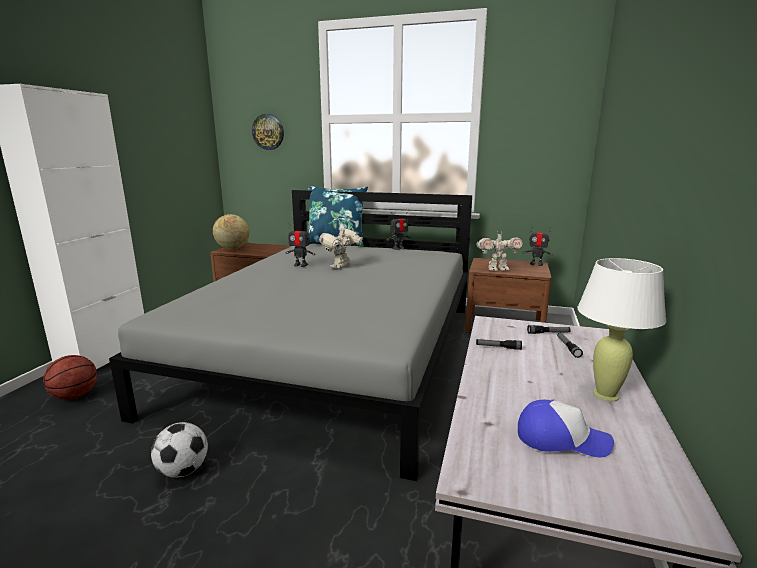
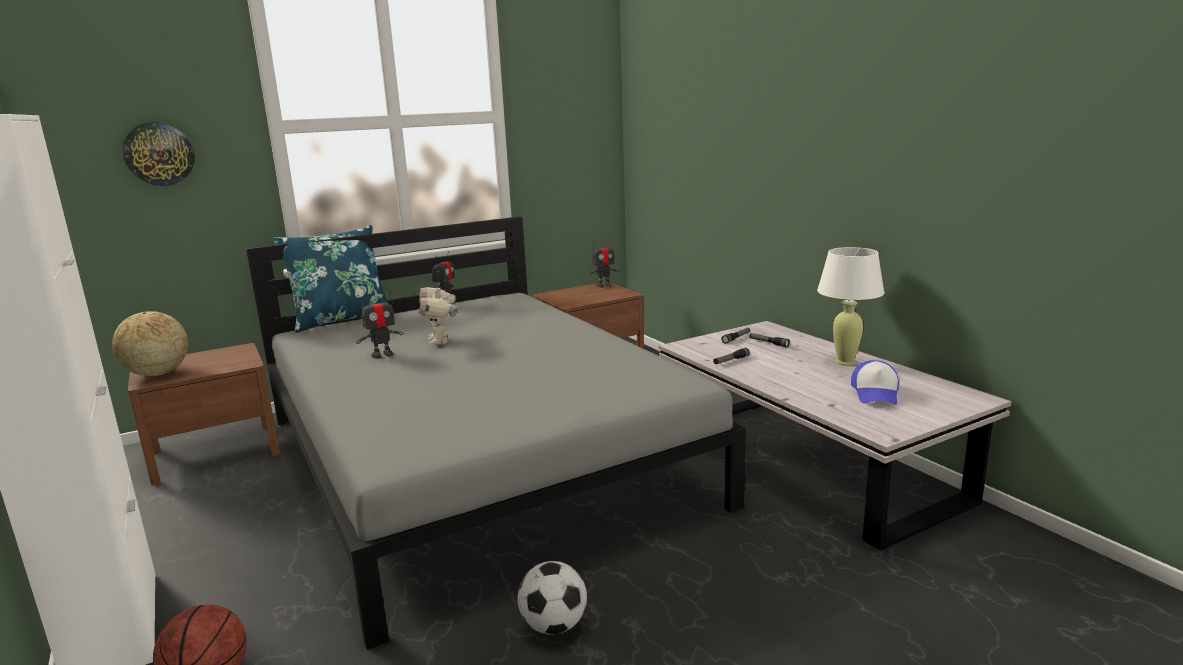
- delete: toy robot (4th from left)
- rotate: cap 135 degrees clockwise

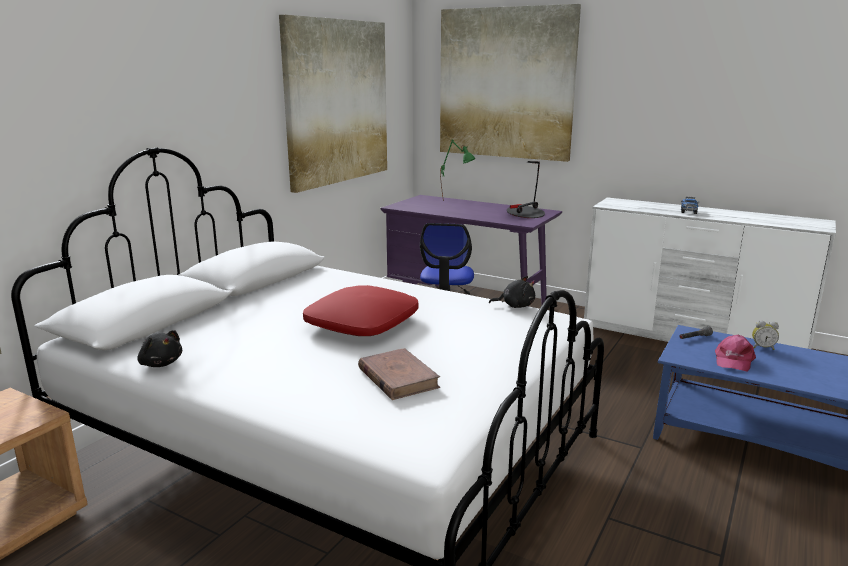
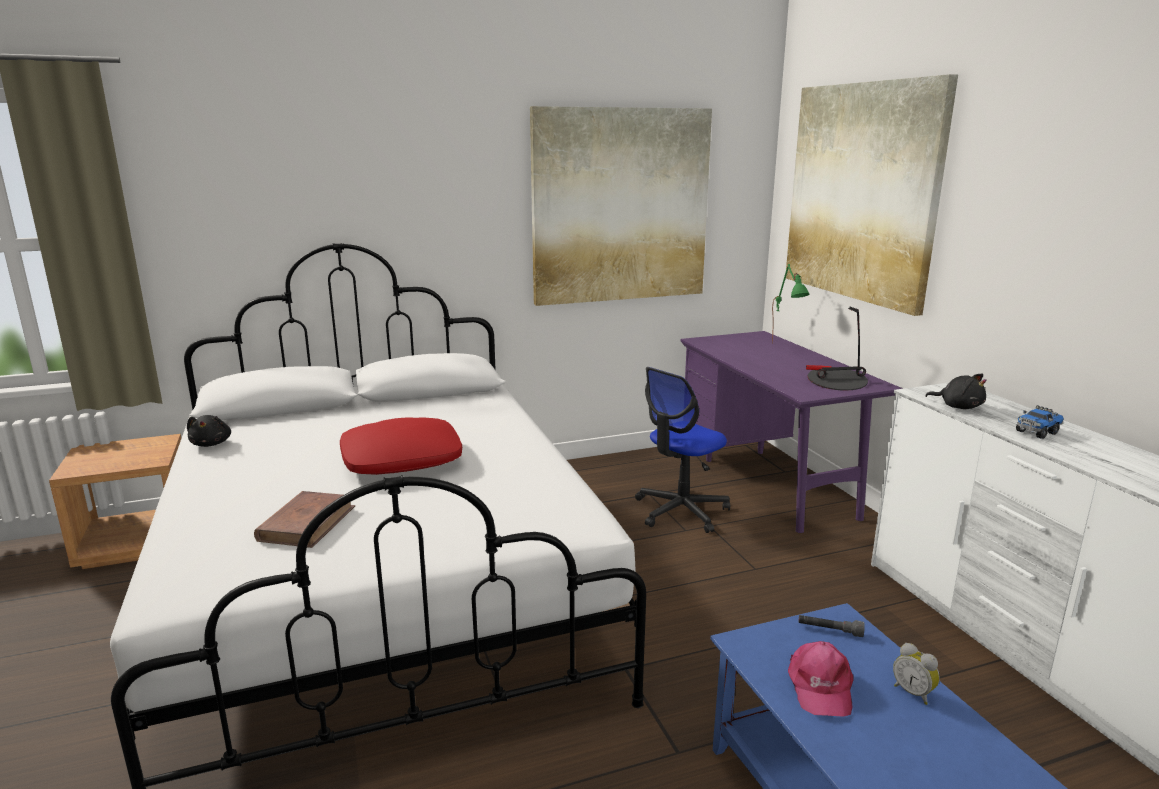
- move: plush toy (black) (2nd from left)
- rotate: cap (pink) 60 degrees counterclockwise

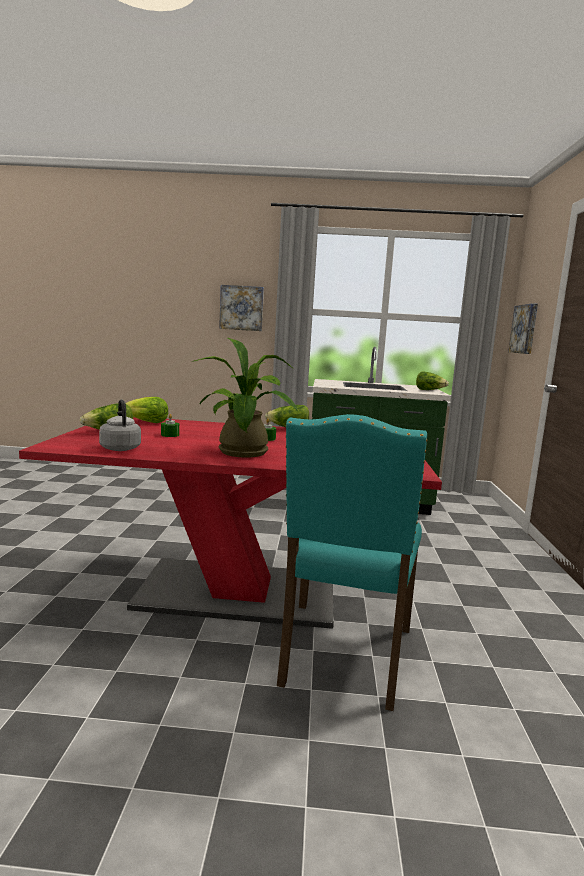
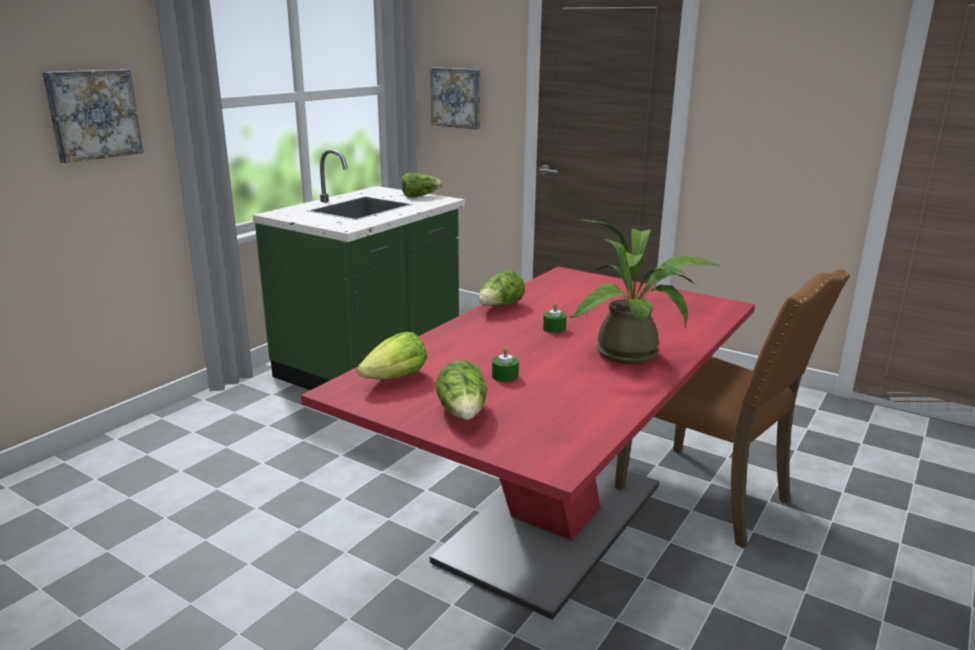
- delete: kettle (grey)
- recolor: chair (turquoise) to chair (brown)

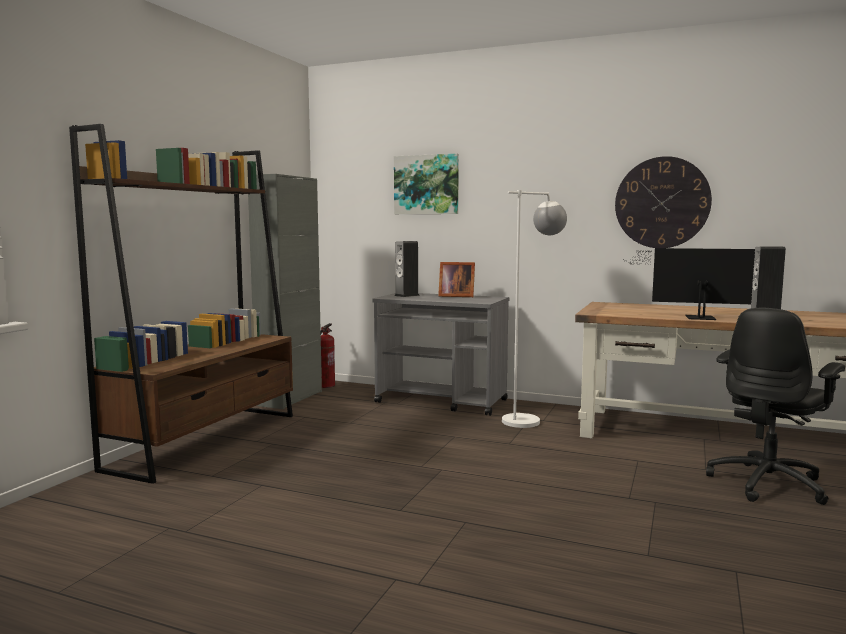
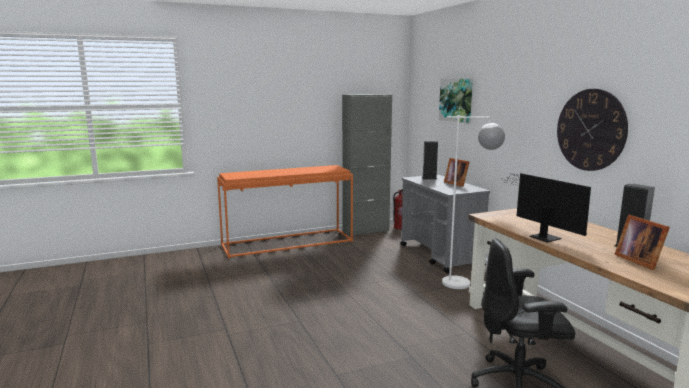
- replace: bookcase (brown) to console table (orange)
- insert: picture frame (2nd from left)

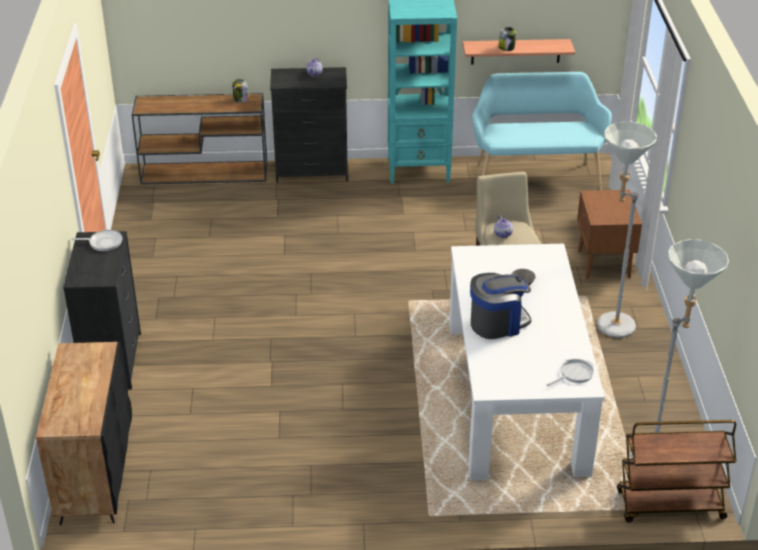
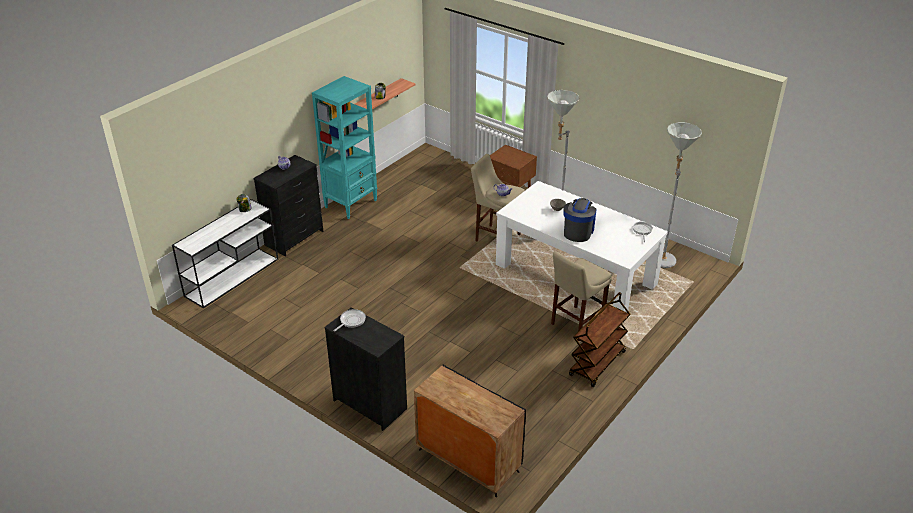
- delete: bench (turquoise)
- recolor: console table (brown) to console table (white)
- move: cart (brown)
- insert: stool (beige) (2nd from left)

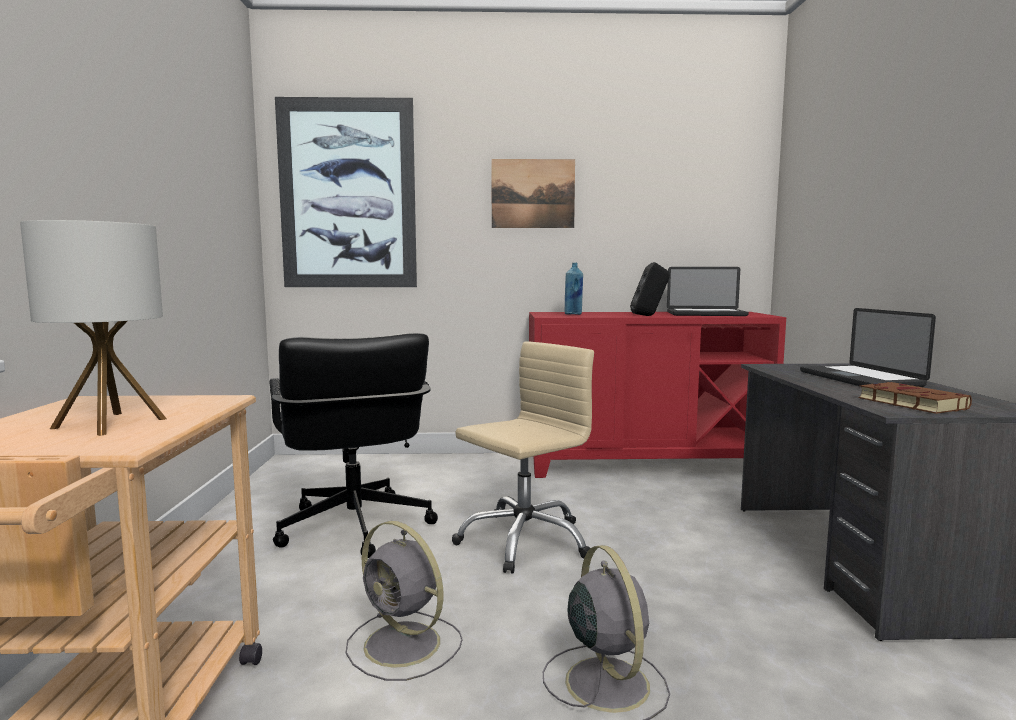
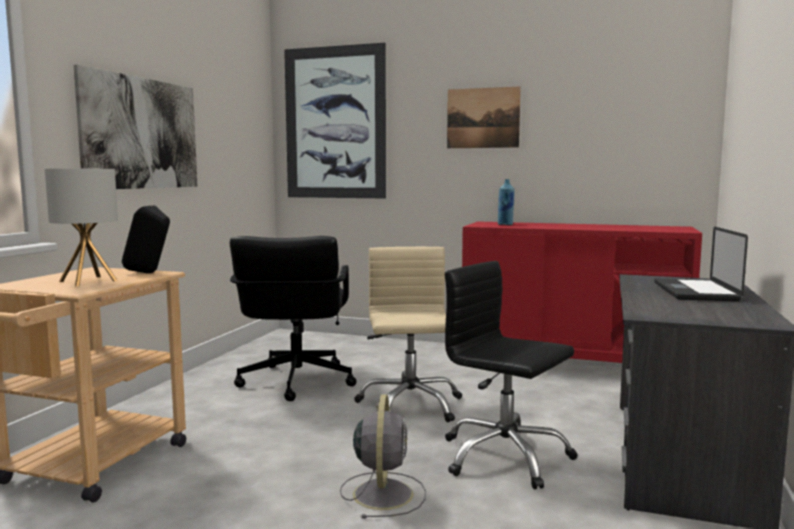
- move: speaker (black)
- delete: laptop (1st from left)
- rotate: office chair (beige) 75 degrees counterclockwise
- delete: book (brown)
- delete: fan (grey) (1st from left)
- insert: picture (1st from left)
- insert: office chair (black) (2nd from left)

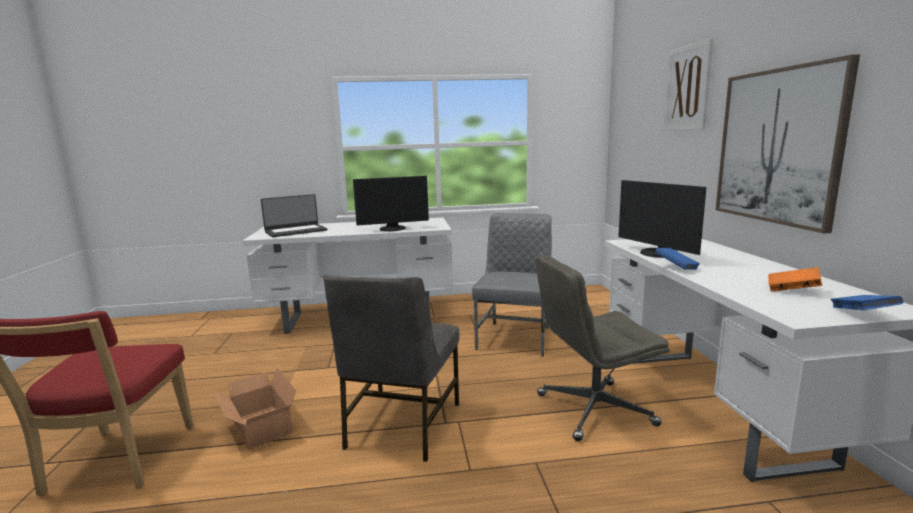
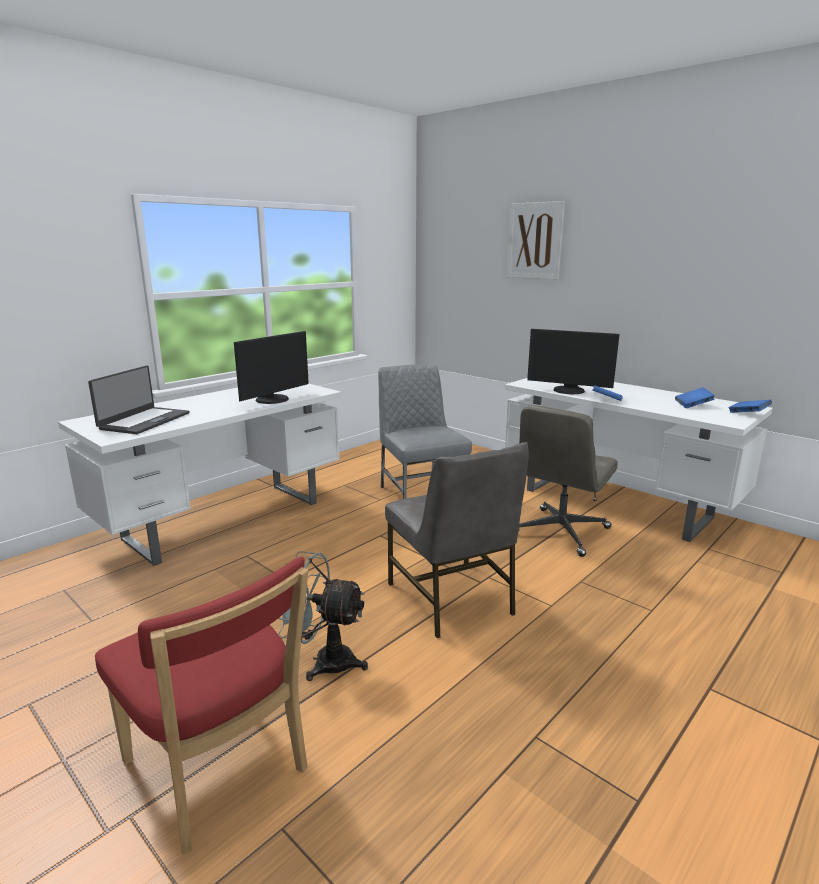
- delete: picture (2nd from left)
- recolor: book (orange) to book (blue) (2nd from left)
- replace: cardboard box to fan (grey)

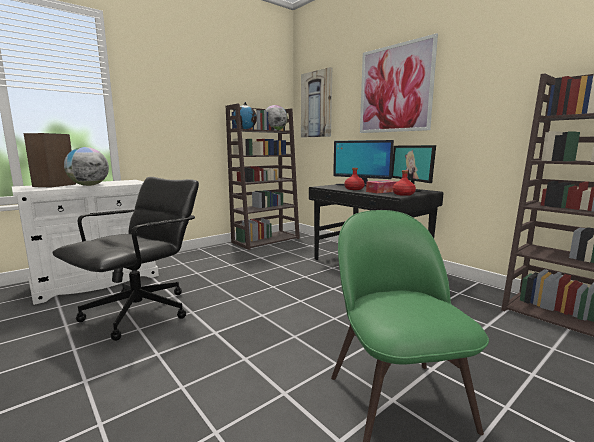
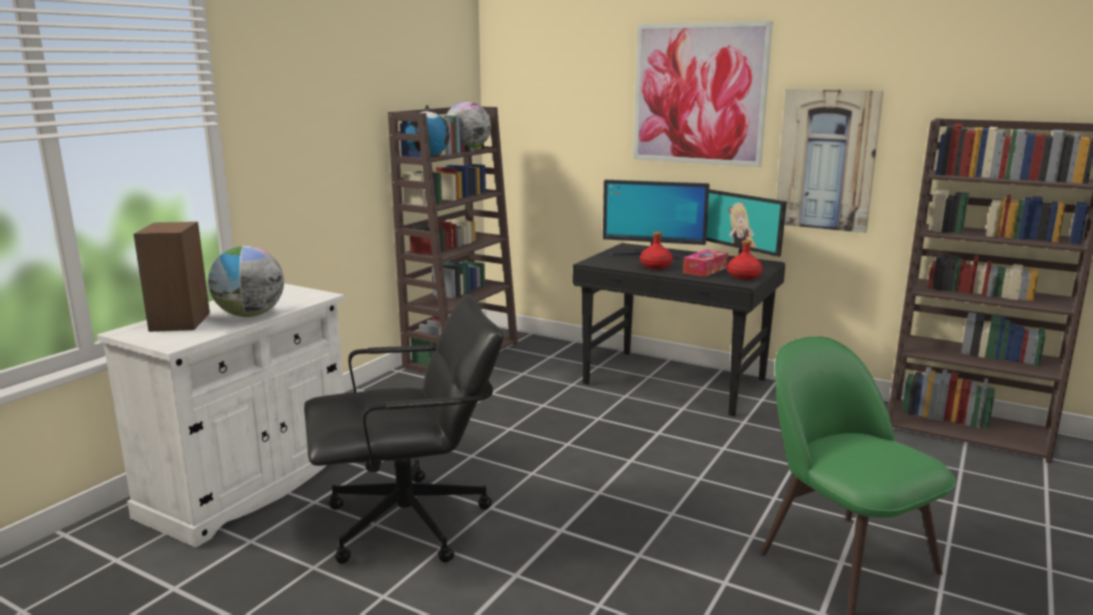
- move: picture (1st from left in the first image) to picture (2nd from left)
- rotate: office chair (black) 60 degrees clockwise

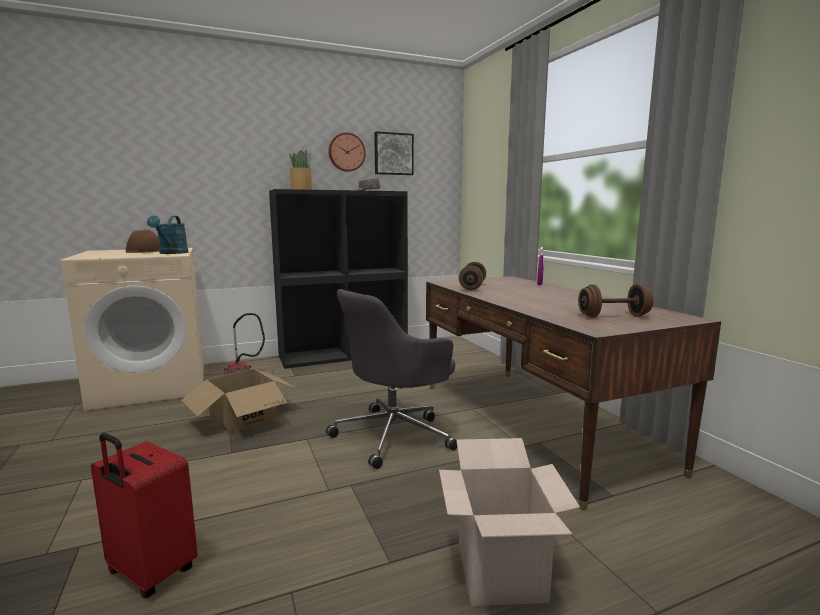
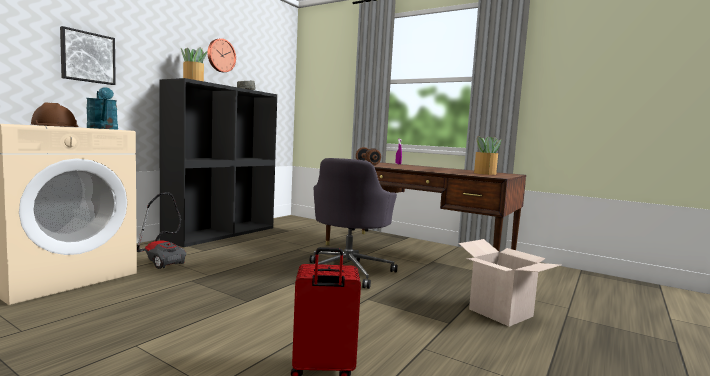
- move: picture
- replace: dumbbell (brown) (2nd from left) to potted plant (2nd from left)
- delete: cardboard box (1st from left)

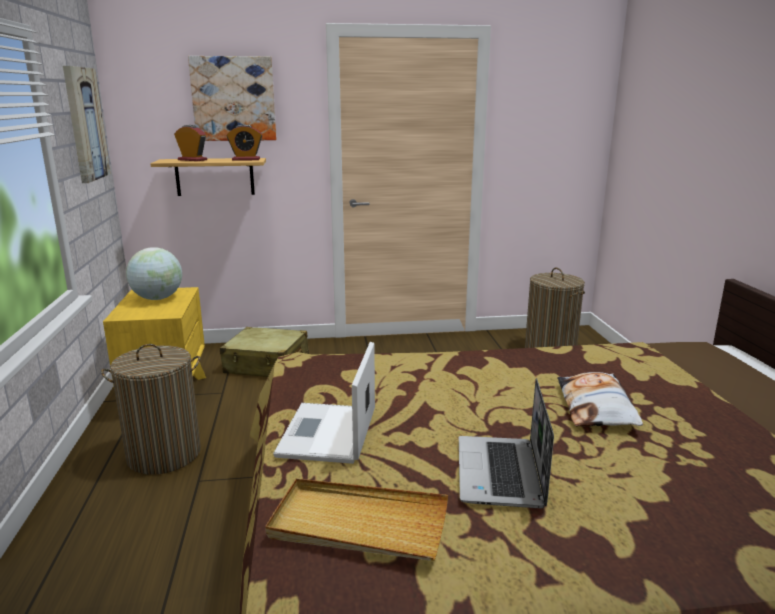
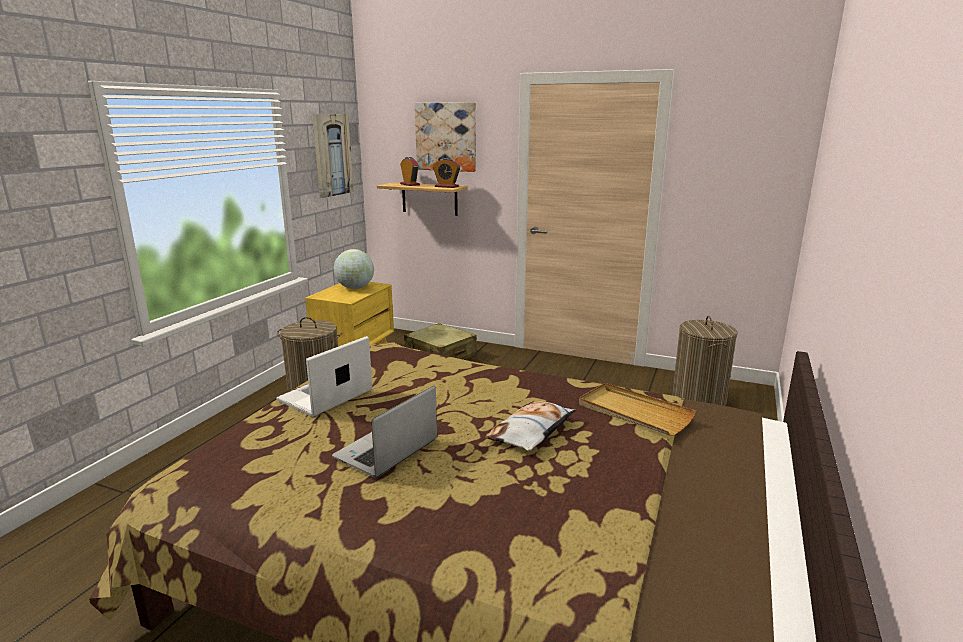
- move: tray (beige)

